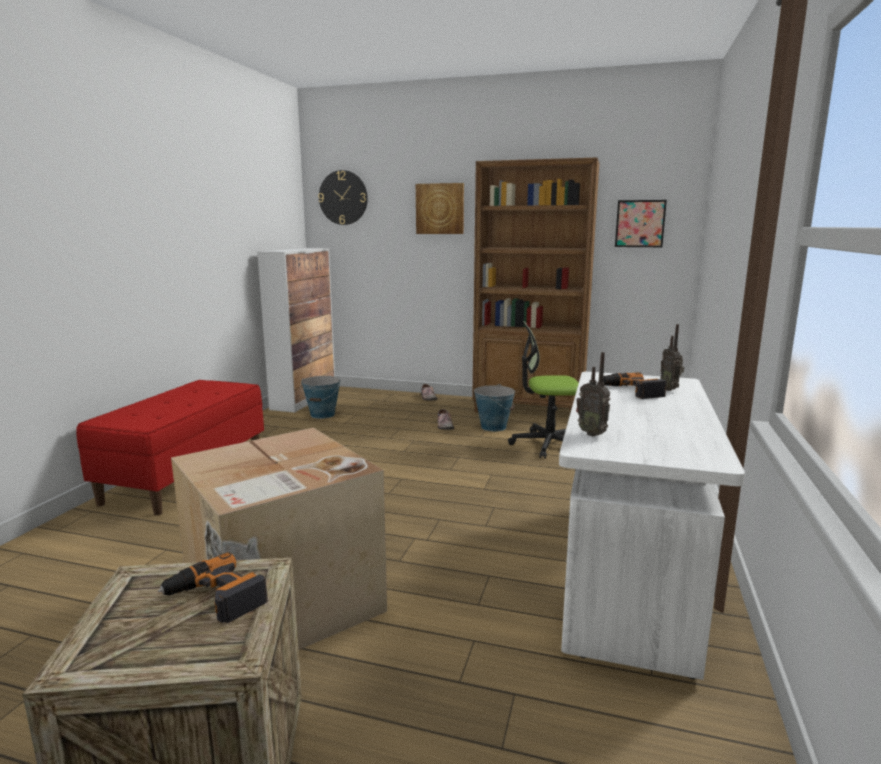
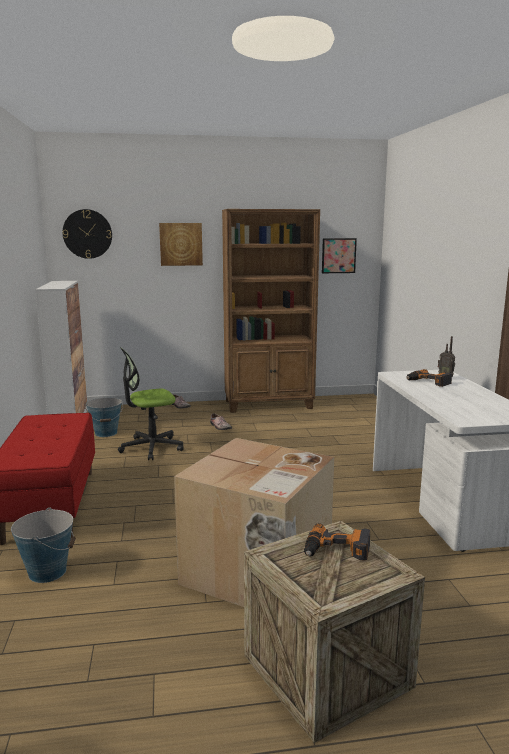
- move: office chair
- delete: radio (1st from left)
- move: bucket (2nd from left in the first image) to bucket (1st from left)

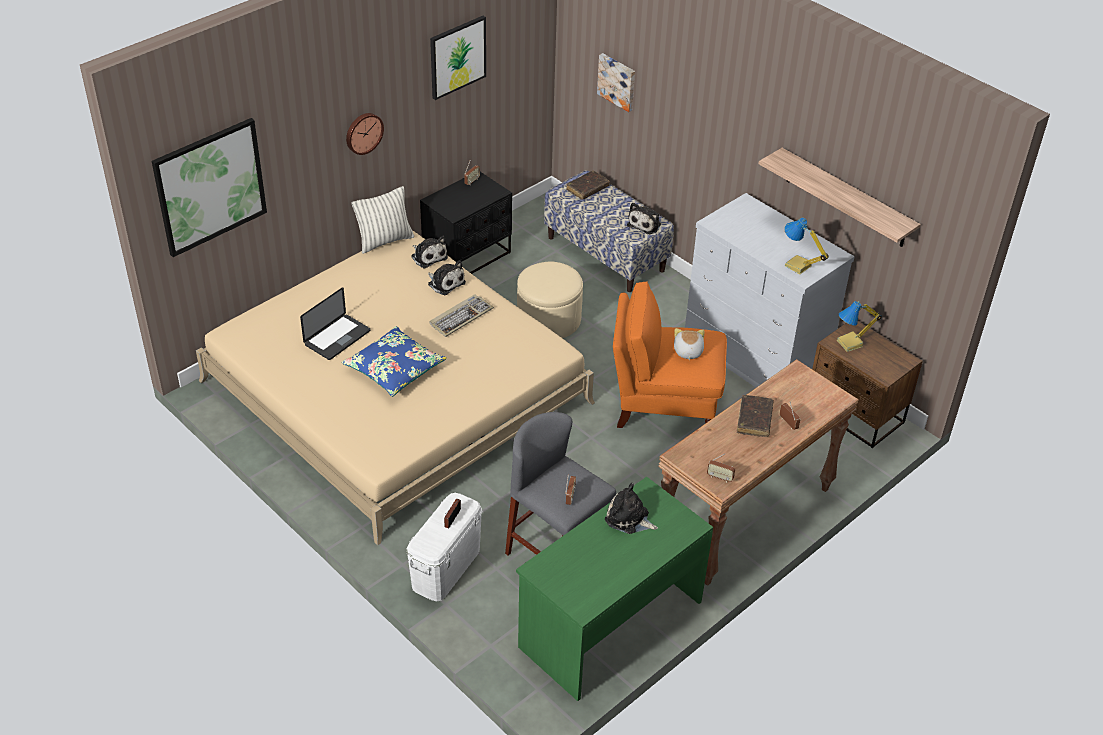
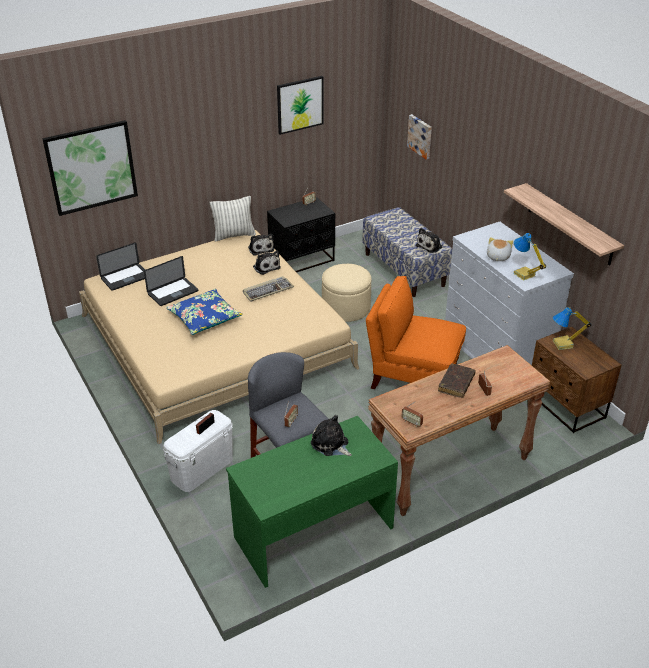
- delete: wall clock
- delete: book (brown) (1st from left)
- move: plush toy (5th from left)
- insert: laptop (1st from left)

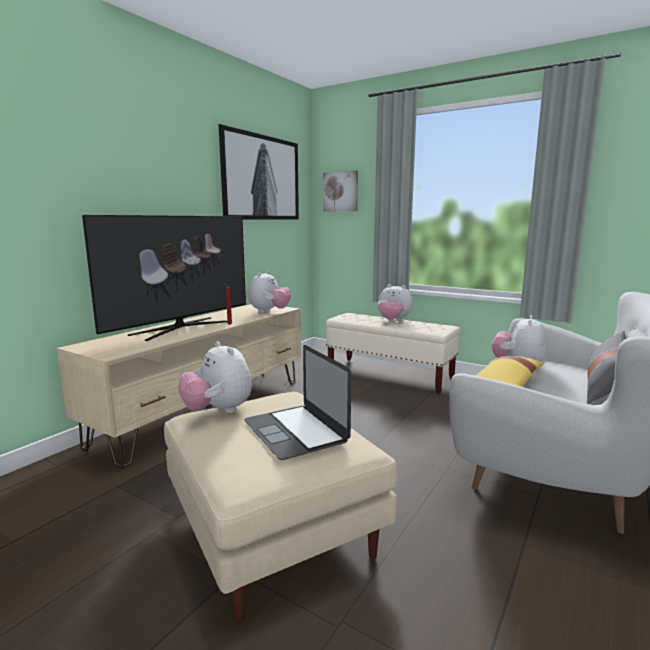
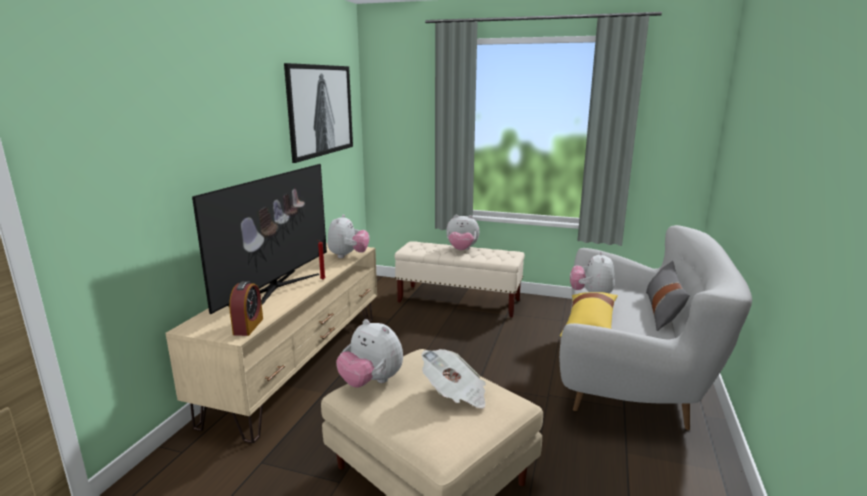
- delete: picture (2nd from left)
- replace: laptop to newspaper
- insert: alarm clock

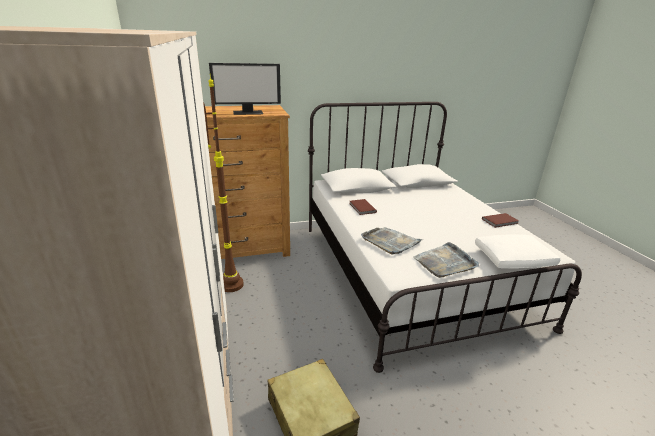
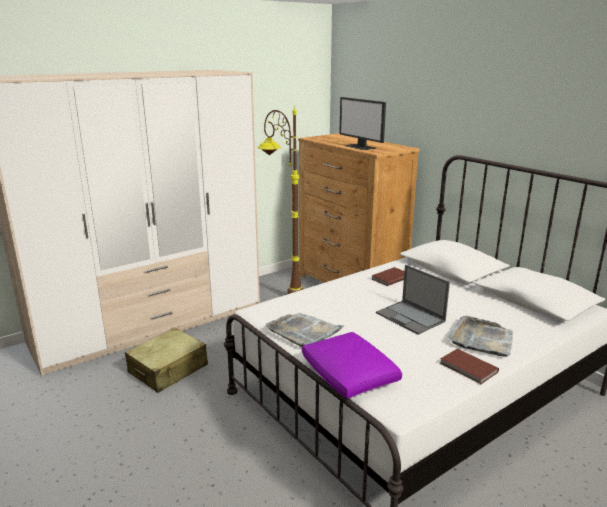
- move: tray (grey) (1st from left in the first image) to tray (grey) (2nd from left)
- recolor: pillow (white) to pillow (purple)
- insert: laptop

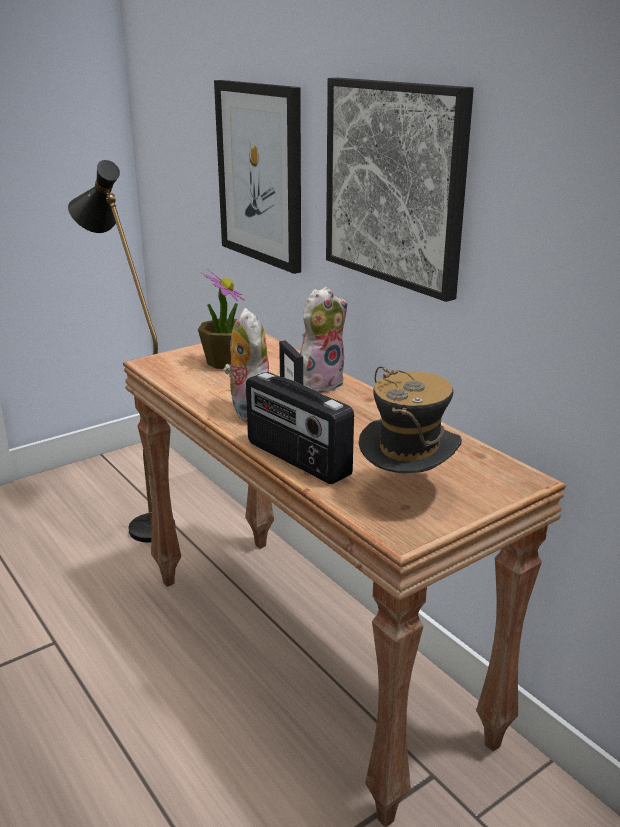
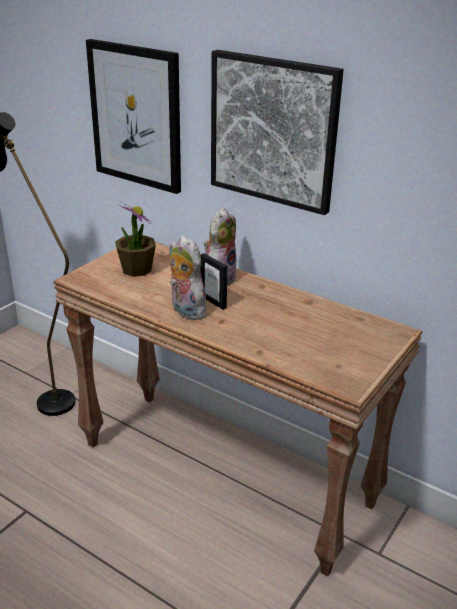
- delete: hat
- delete: radio

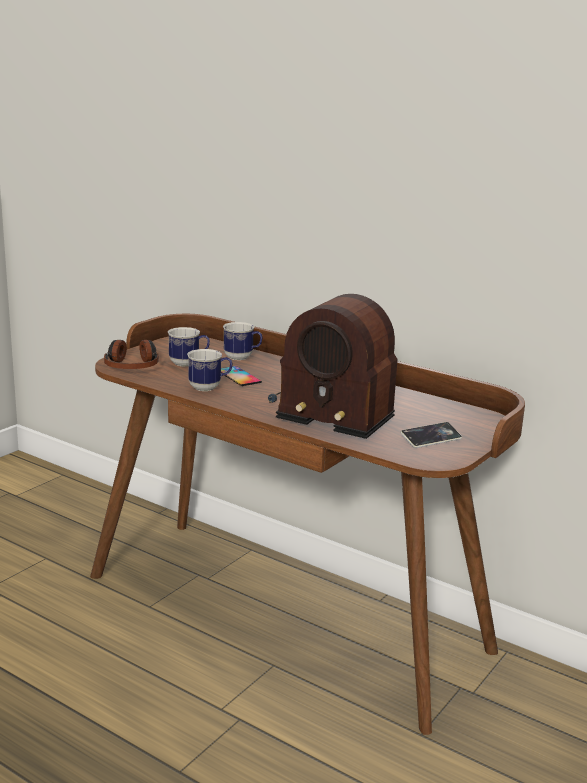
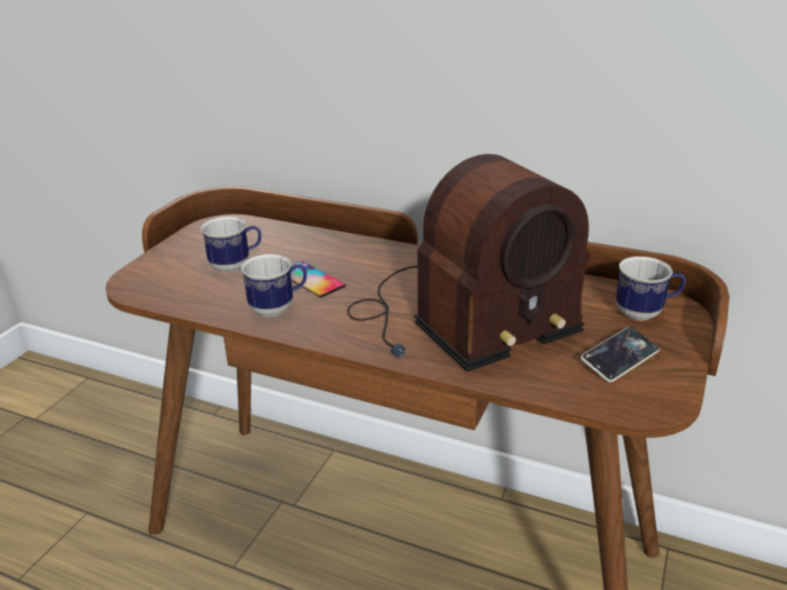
- rotate: radio 45 degrees counterclockwise
- move: mug (3rd from left)
- delete: headphones

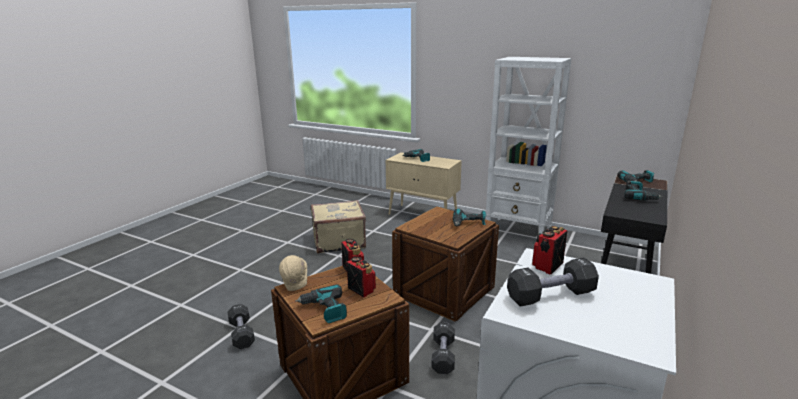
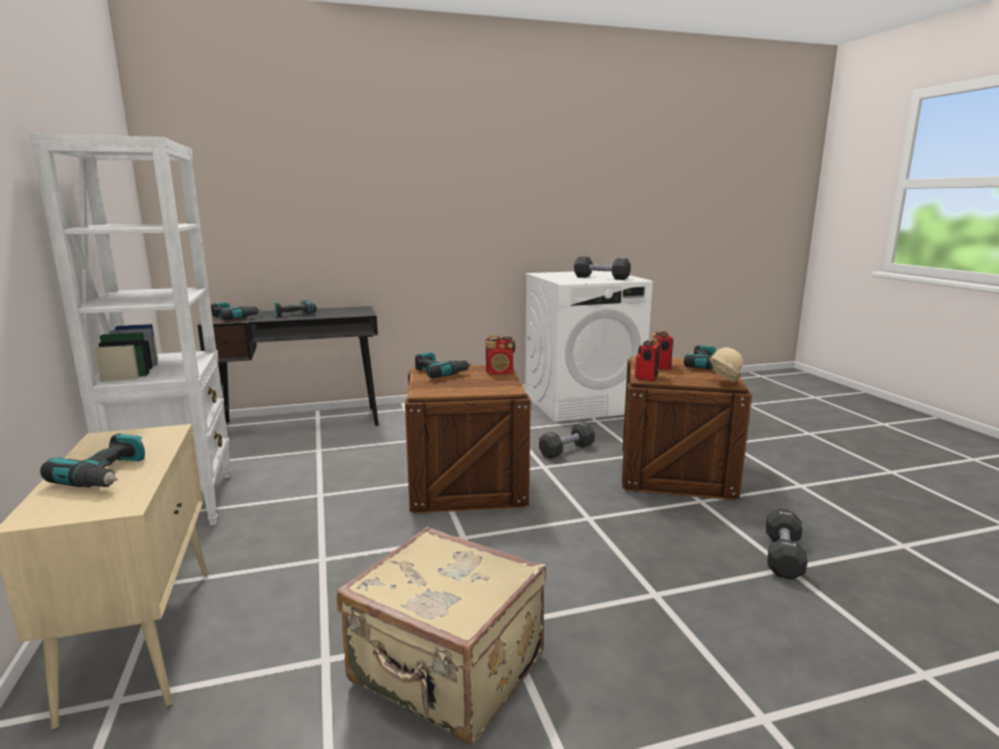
- move: radio (3rd from left in the first image) to radio (1st from left)

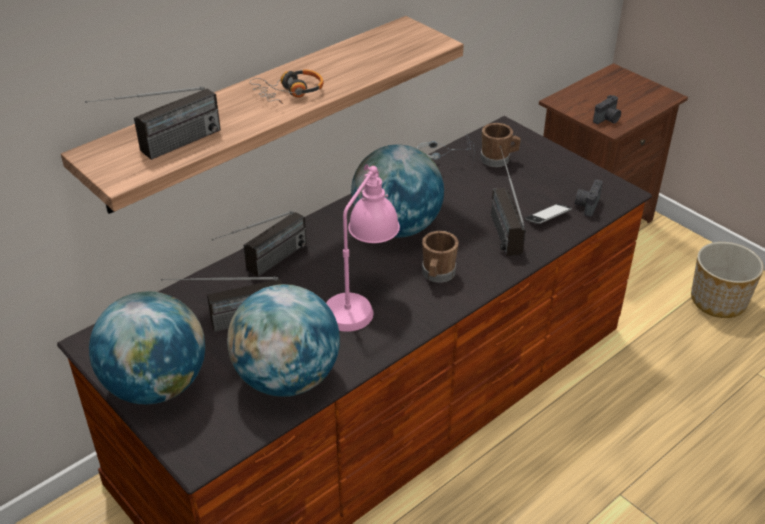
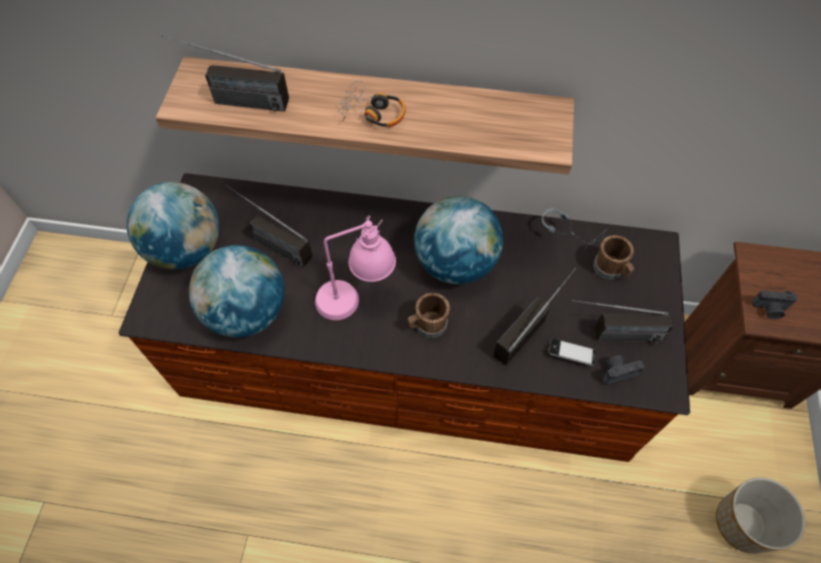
- move: radio (3rd from left in the first image) to radio (4th from left)

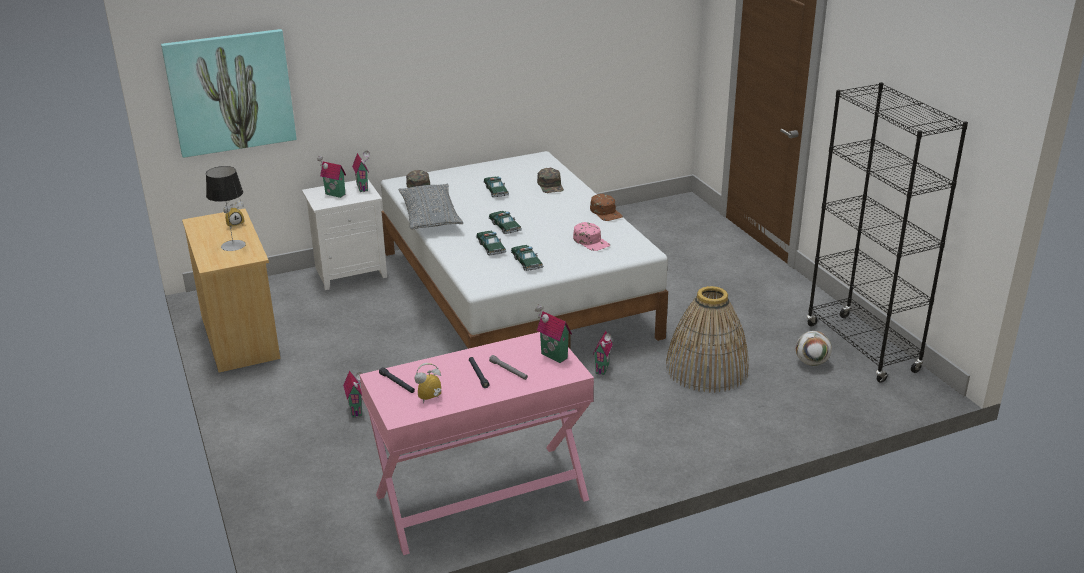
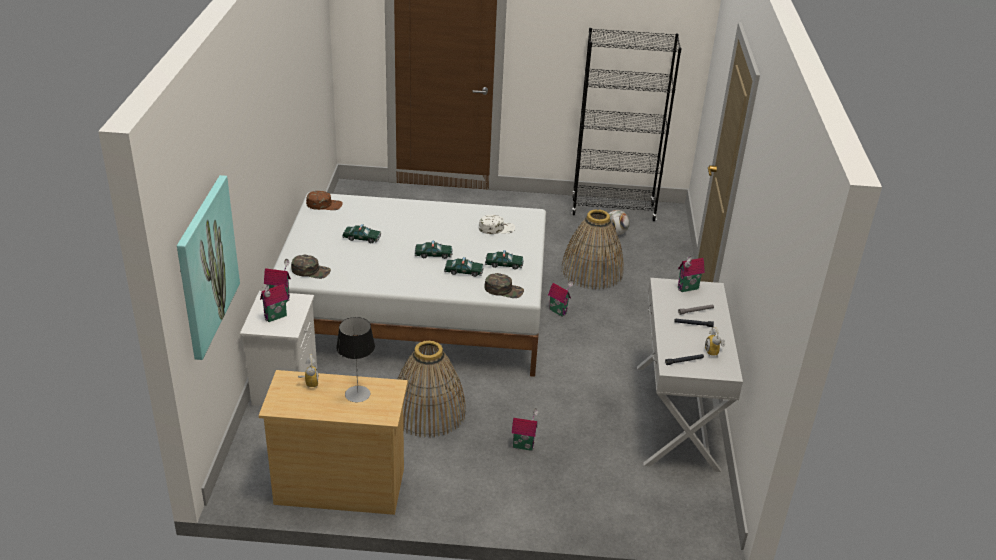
- move: cap (green) (2nd from left)
- delete: pillow (grey)
- move: cap (brown)
- recolor: cap (pink) to cap (white)
- recolor: console table (pink) to console table (white)
- insert: basket (1st from left)

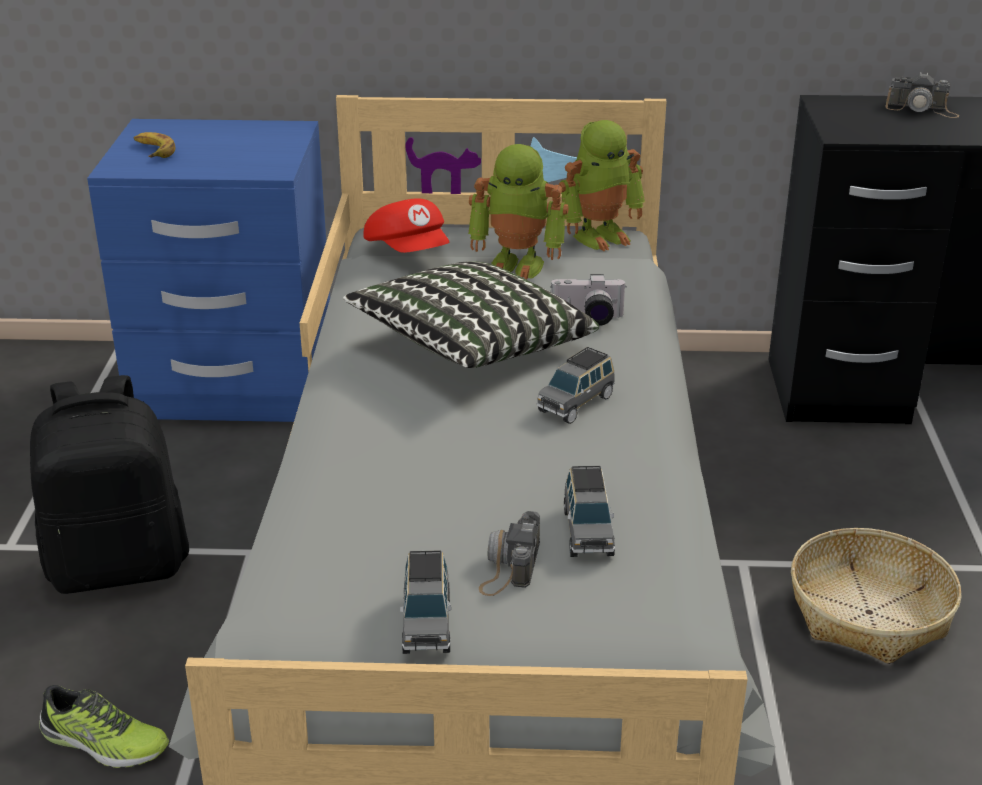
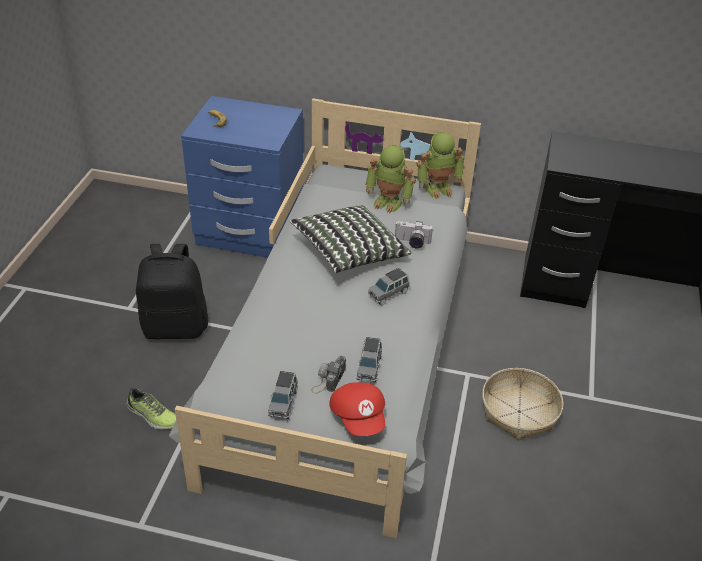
- delete: photo camera (3rd from left)
- move: cap (red)

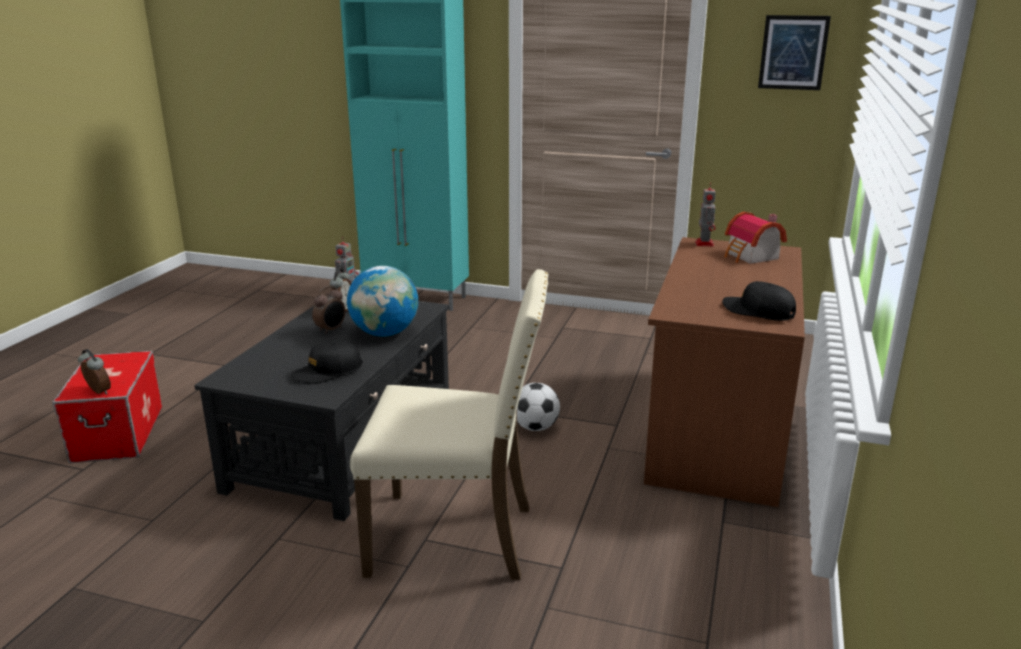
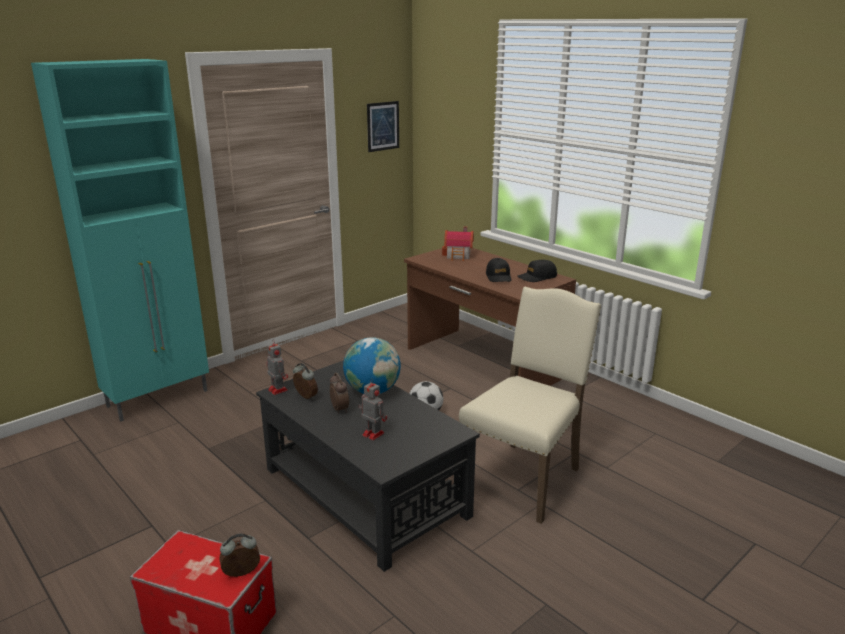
- move: toy robot (2nd from left)
- move: cap (black) (1st from left)

